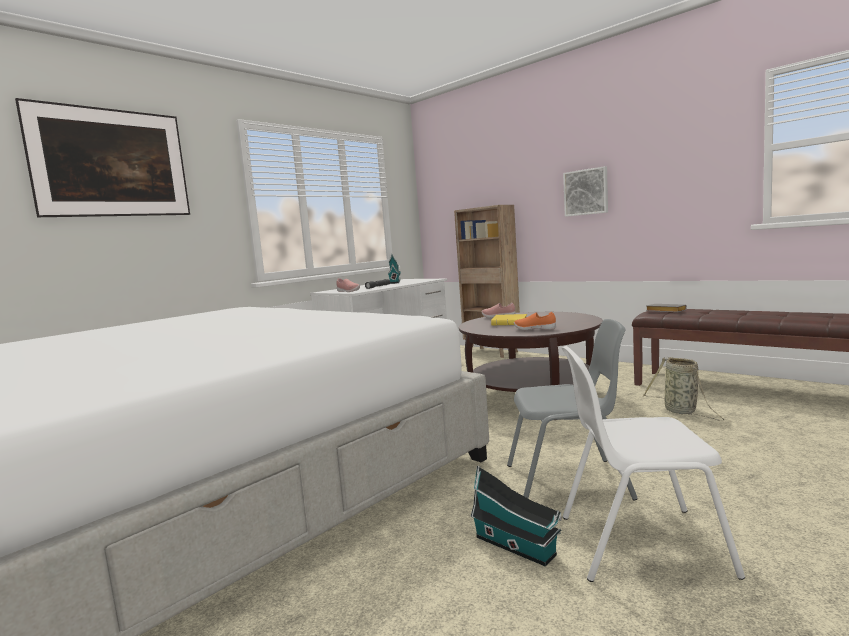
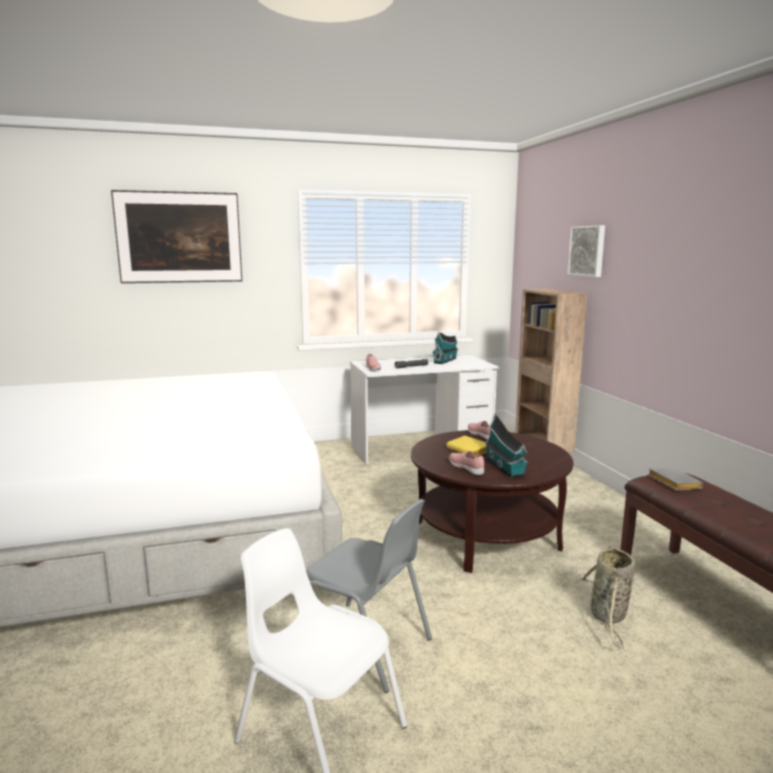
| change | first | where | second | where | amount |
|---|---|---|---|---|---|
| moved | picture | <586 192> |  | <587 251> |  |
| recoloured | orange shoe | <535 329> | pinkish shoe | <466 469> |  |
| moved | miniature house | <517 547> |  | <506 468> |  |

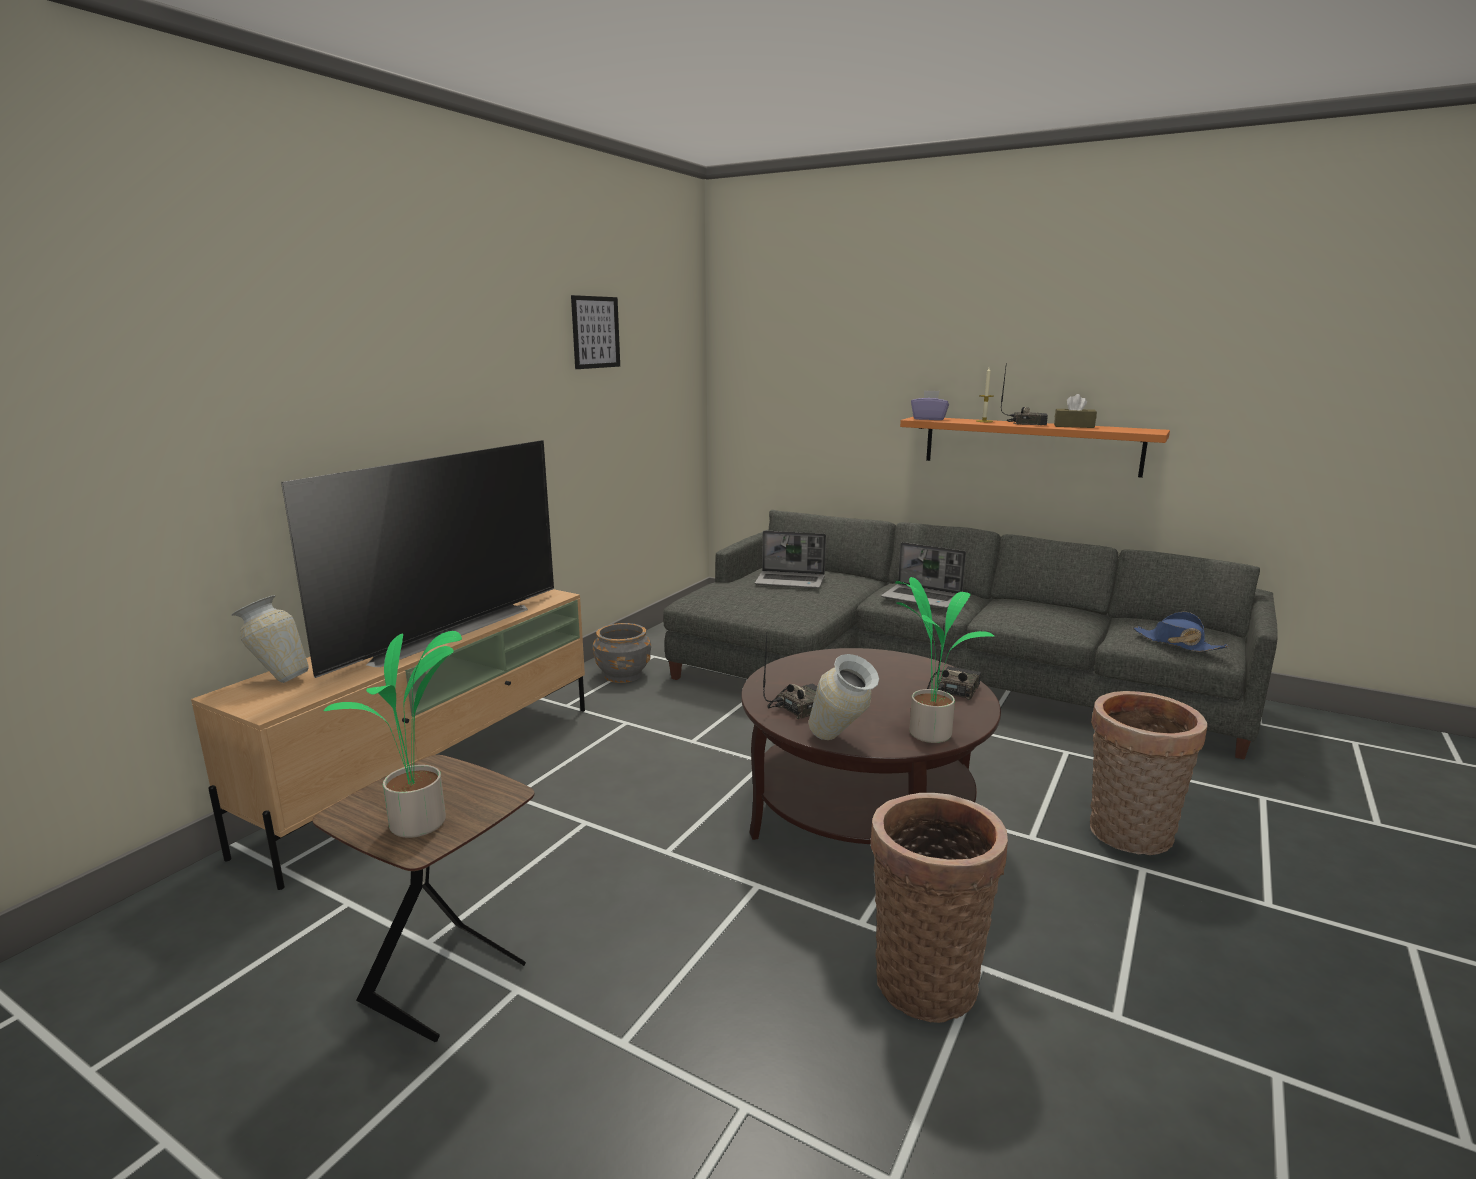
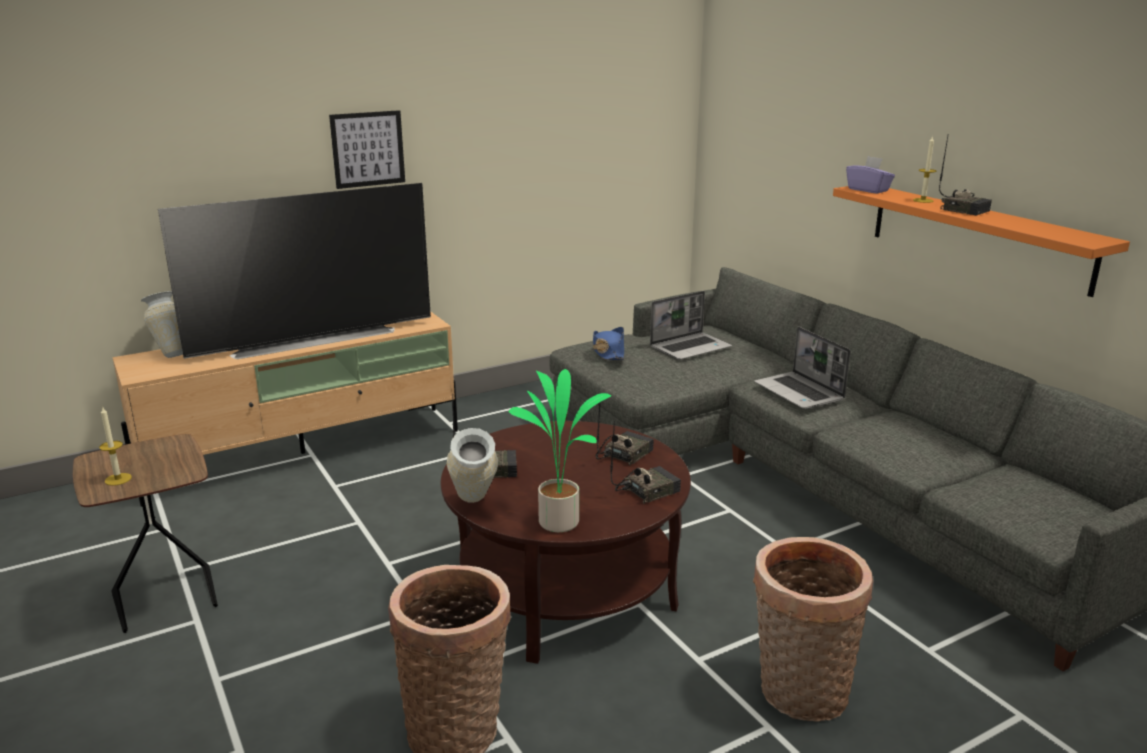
| change | first | where | second | where | amount |
|---|---|---|---|---|---|
| moved | picture | <595 332> |  | <368 149> |  |
| removed | brownish tissue box | <1074 426> |  |  |  |
| turned | laptop | <791 581> |  | <690 347> | 75 degrees counterclockwise |
| moved | bluish wearable hat | <1177 643> |  | <608 352> |  |
| removed | greyish flower pot | <623 675> |  |  |  |
| replaced | potted plant | <420 825> | candle | <118 479> |  |
| added |  |  | radio receiver | <624 454> |  |

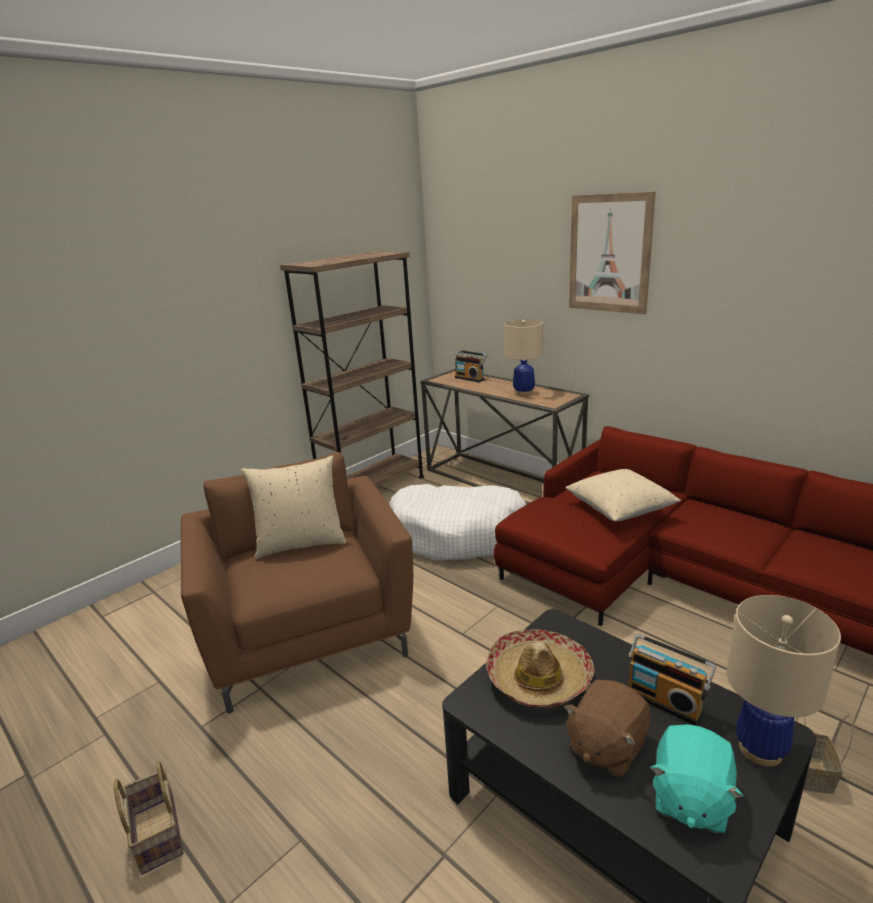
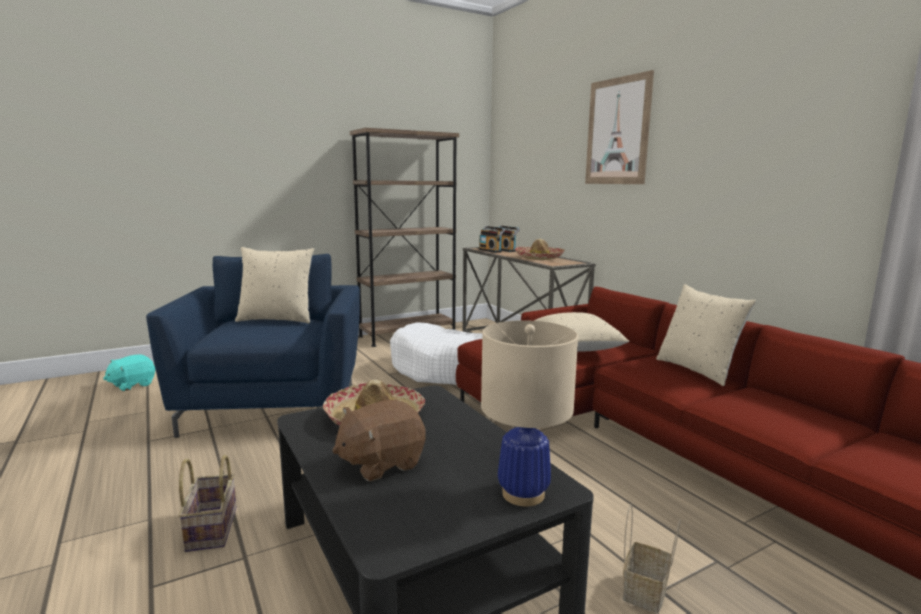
| change | first | where | second | where | amount |
|---|---|---|---|---|---|
| replaced | beige table lamp | <524 392> | wearable hat | <539 258> |  |
| recoloured | brownish armchair | <309 637> | bluish armchair | <275 408> |  |
| moved | radio receiver | <665 700> |  | <491 251> |  |
| moved | turquoise-coloured plush toy | <690 798> |  | <132 385> |  |
| moved | household basket | <156 833> |  | <211 527> |  |
| added |  |  | beige throw pillow | <698 370> |  |

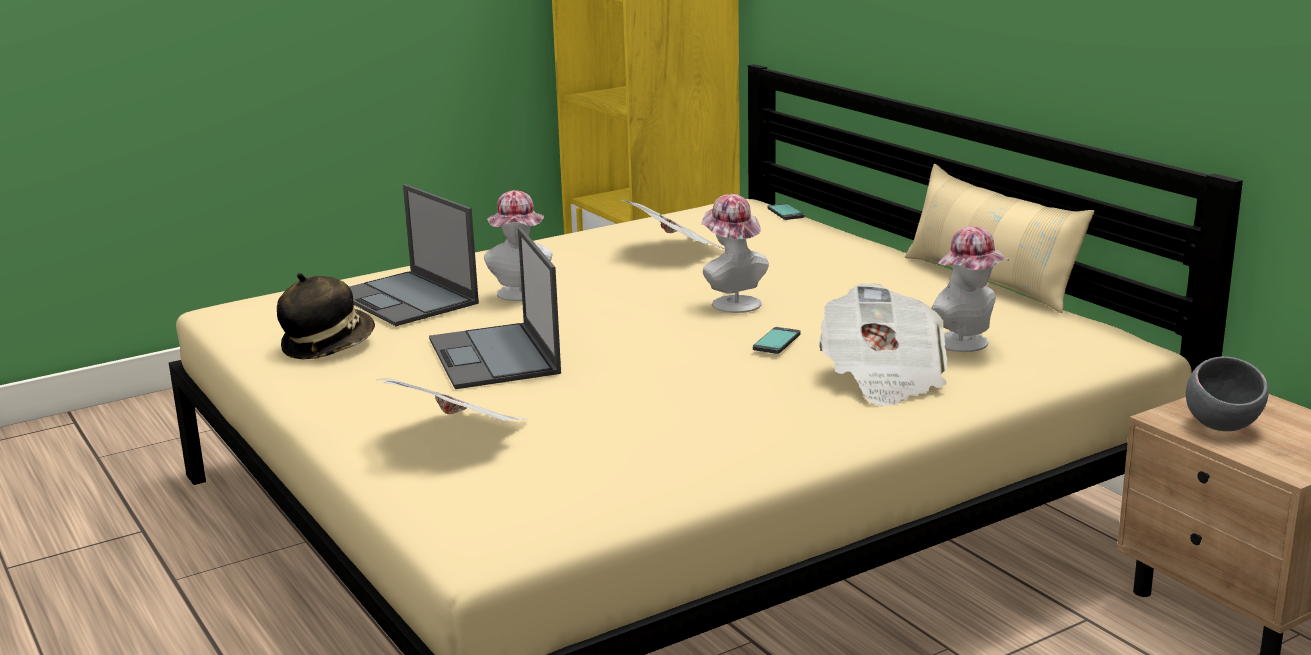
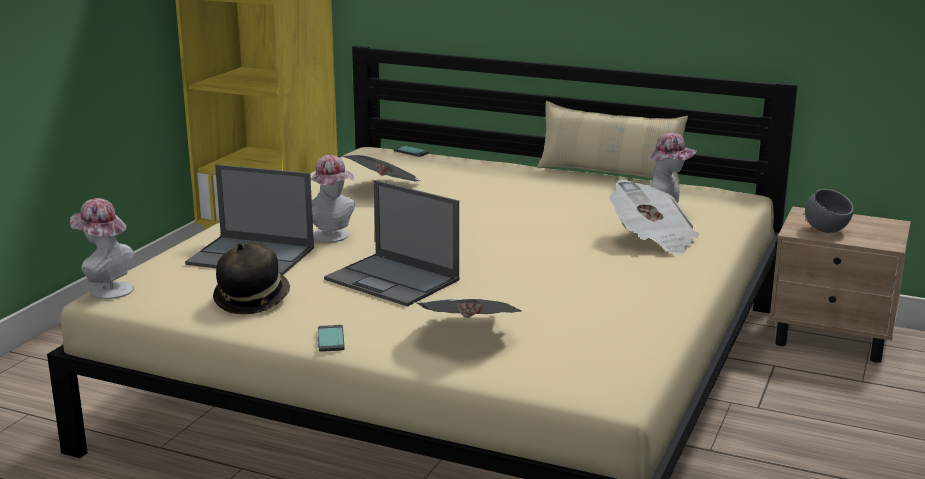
| change | first | where | second | where | amount |
|---|---|---|---|---|---|
| moved | wearable hat | <732 302> |  | <106 289> |  |
| moved | telephone | <776 342> |  | <330 339> |  |

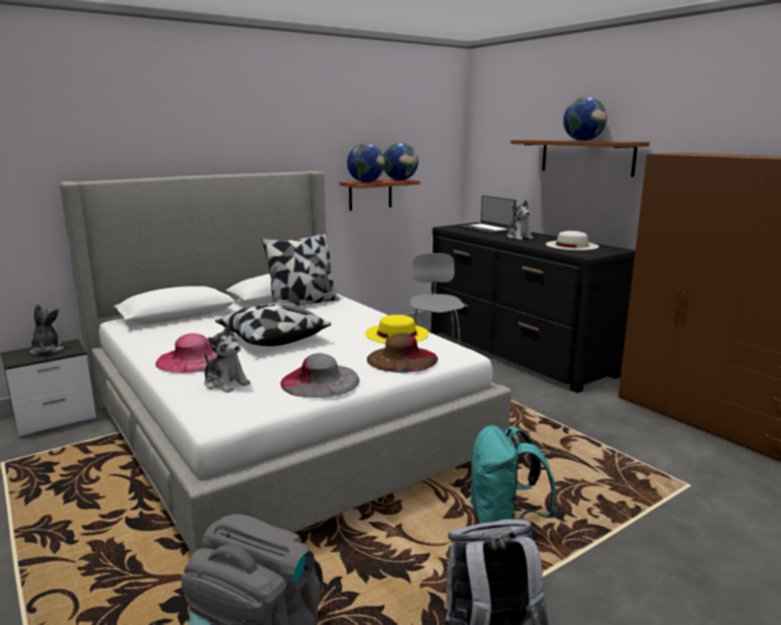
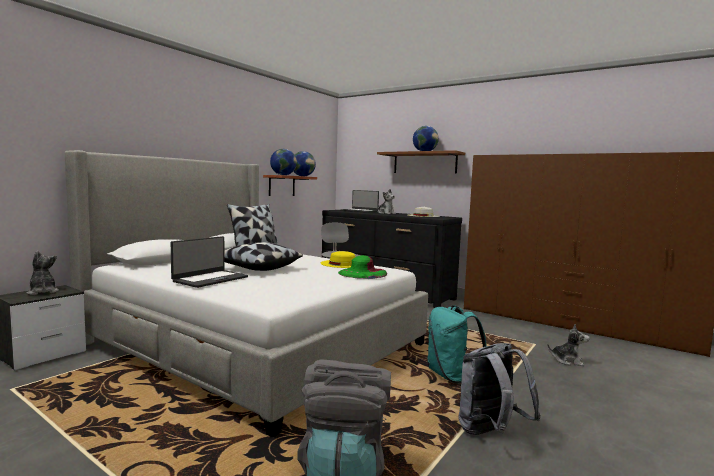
| change | first | where | second | where | amount |
|---|---|---|---|---|---|
| moved | plush toy | <226 383> |  | <567 361> |  |
| replaced | pinkish wearable hat | <193 359> | laptop | <210 279> |  |
| recoloured | brownish wearable hat | <402 359> | greenish wearable hat | <362 273> |  |
| removed | greyish wearable hat | <320 381> |  |  |  |

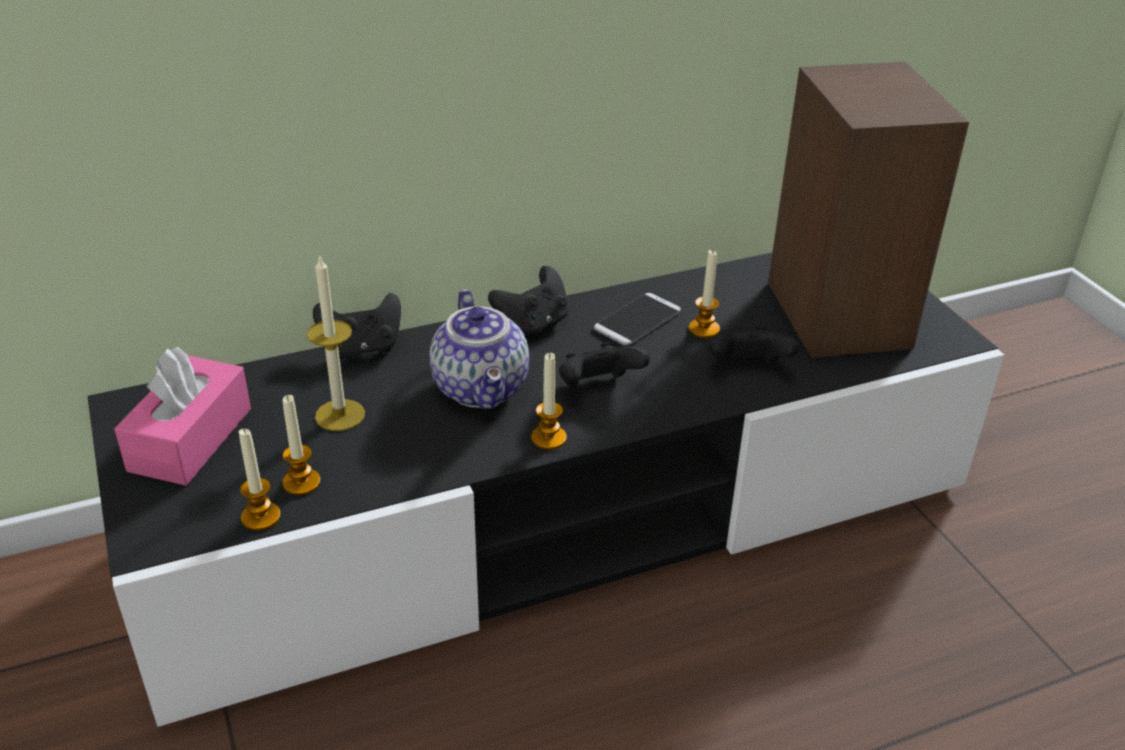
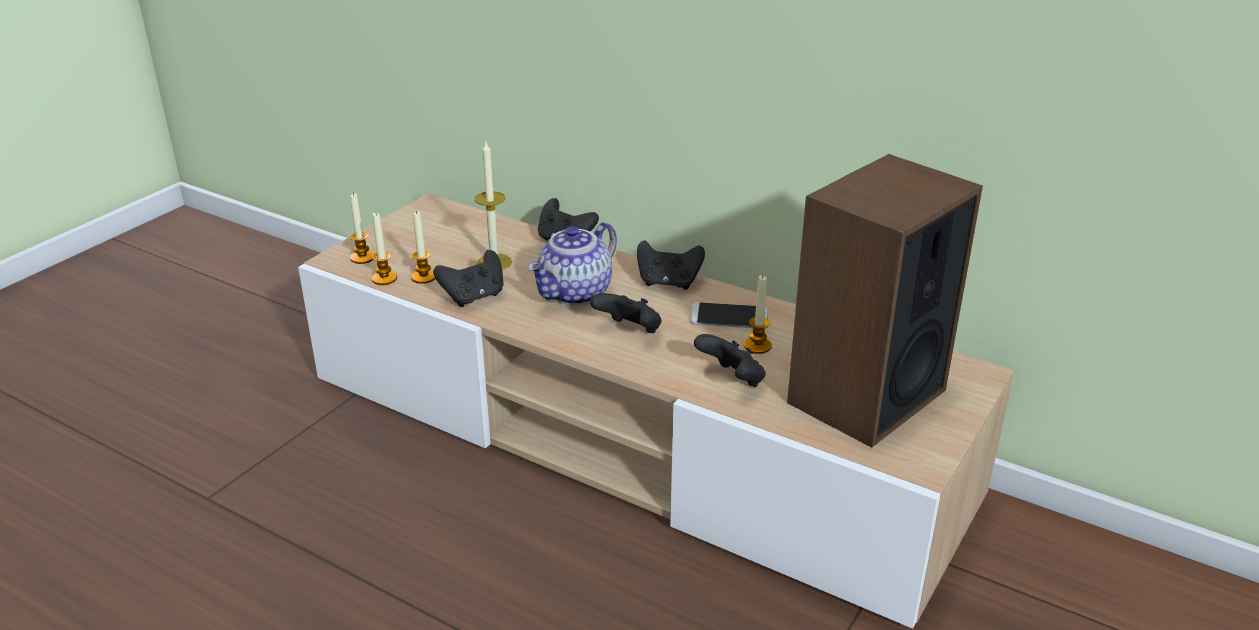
| change | first | where | second | where | amount |
|---|---|---|---|---|---|
| recoloured | black media console | <559 515> | beige media console | <629 438> |  |
| removed | pinkish tissue box | <191 439> |  |  |  |
| moved | candle | <548 438> |  | <362 258> |  |
| added |  |  | black joypad | <474 297> |  |

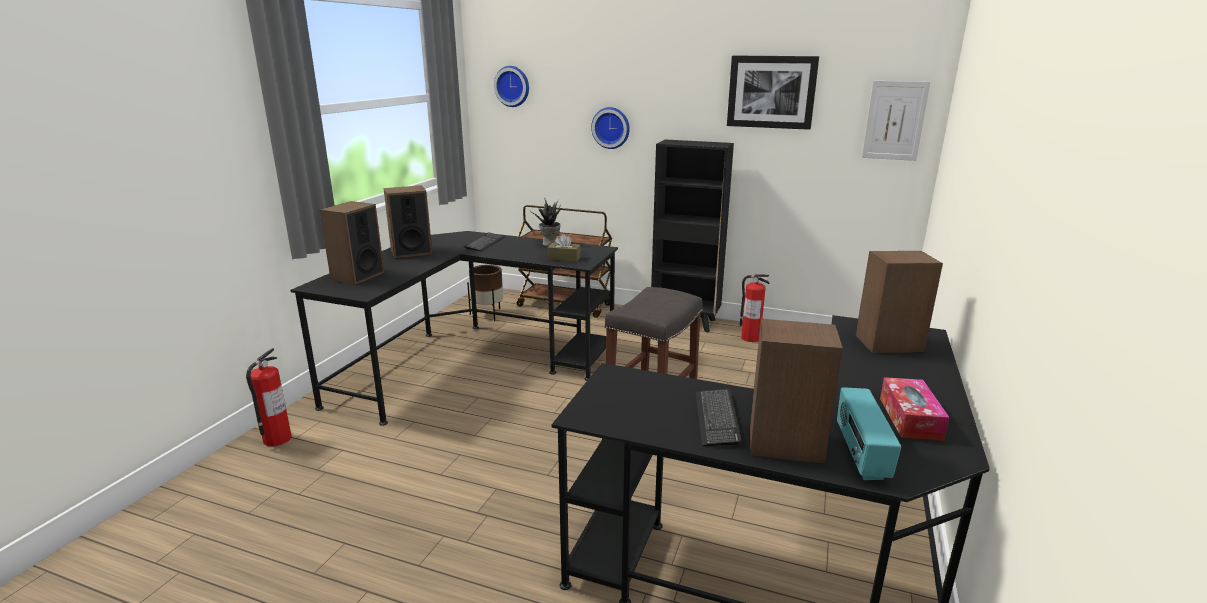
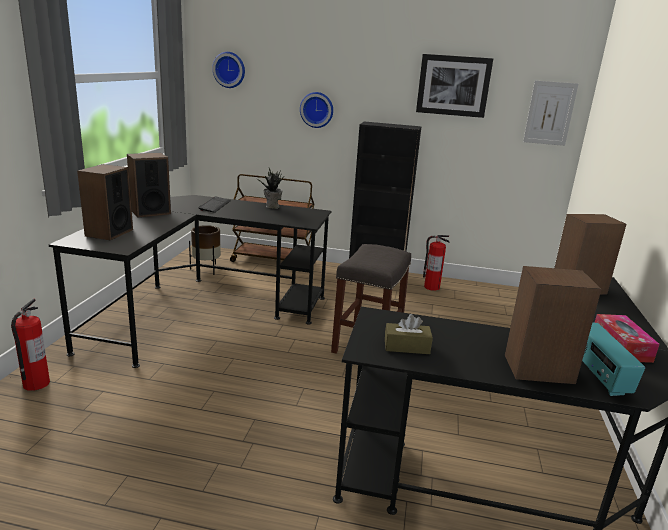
| change | first | where | second | where | amount |
|---|---|---|---|---|---|
| moved | brownish tissue box | <564 258> |  | <406 346> |  |
| removed | computer keyboard | <716 418> |  |  |  |

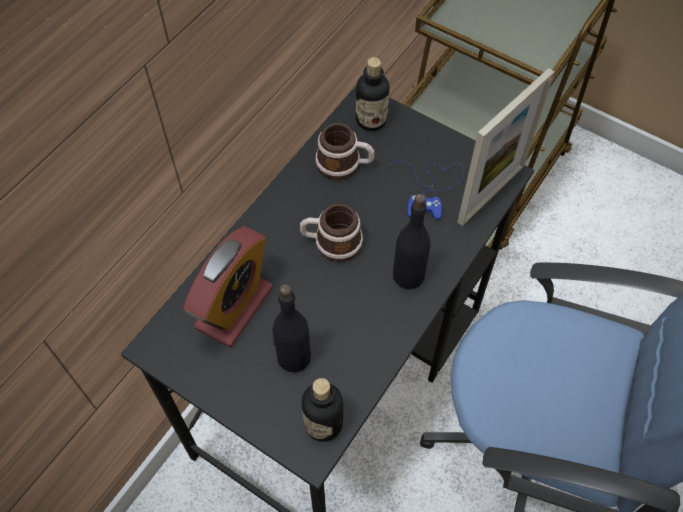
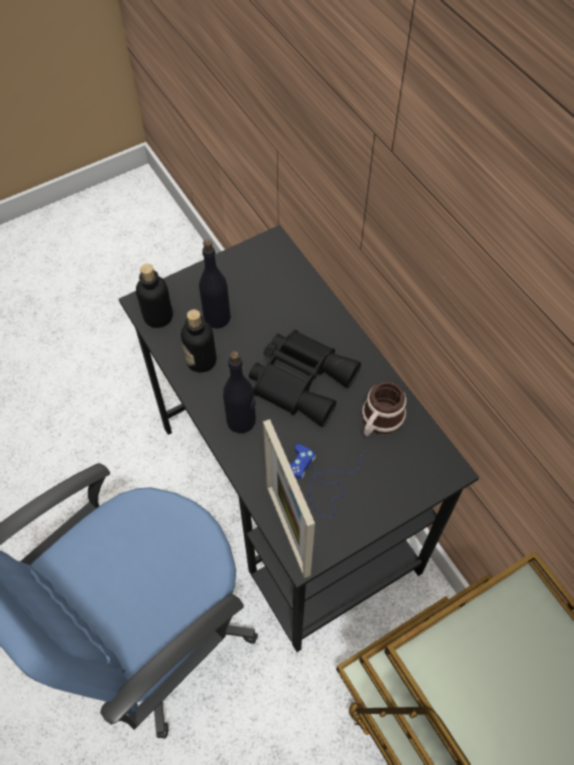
| change | first | where | second | where | amount |
|---|---|---|---|---|---|
| moved | bottle | <371 120> |  | <201 360> |  |
| replaced | tea mug | <331 242> | black binoculars | <302 379> |  |
| removed | table clock | <234 307> |  |  |  |

